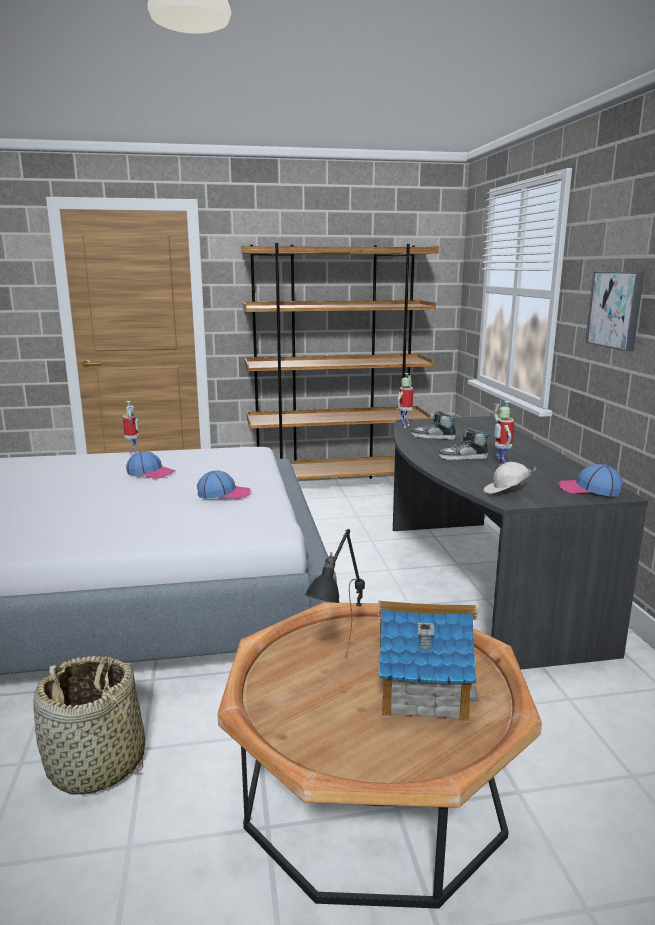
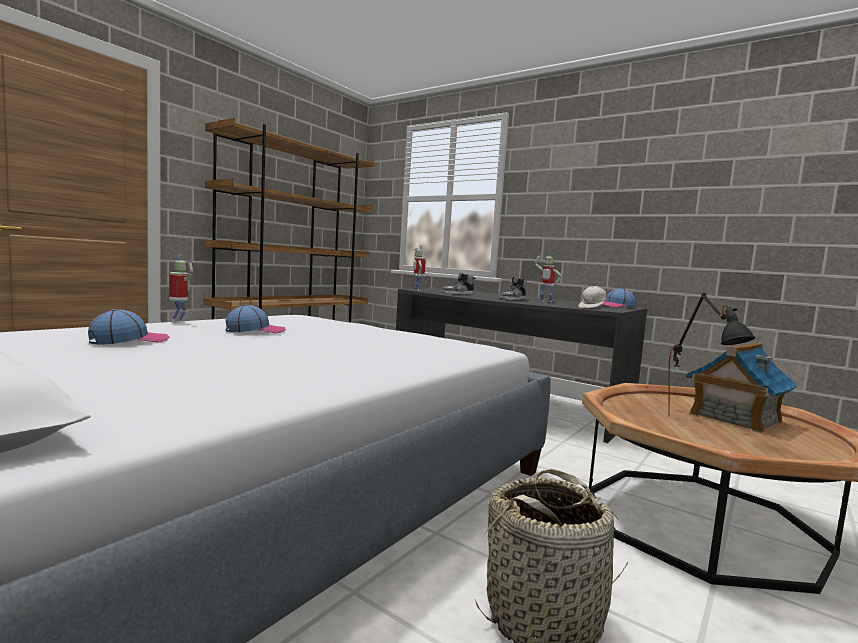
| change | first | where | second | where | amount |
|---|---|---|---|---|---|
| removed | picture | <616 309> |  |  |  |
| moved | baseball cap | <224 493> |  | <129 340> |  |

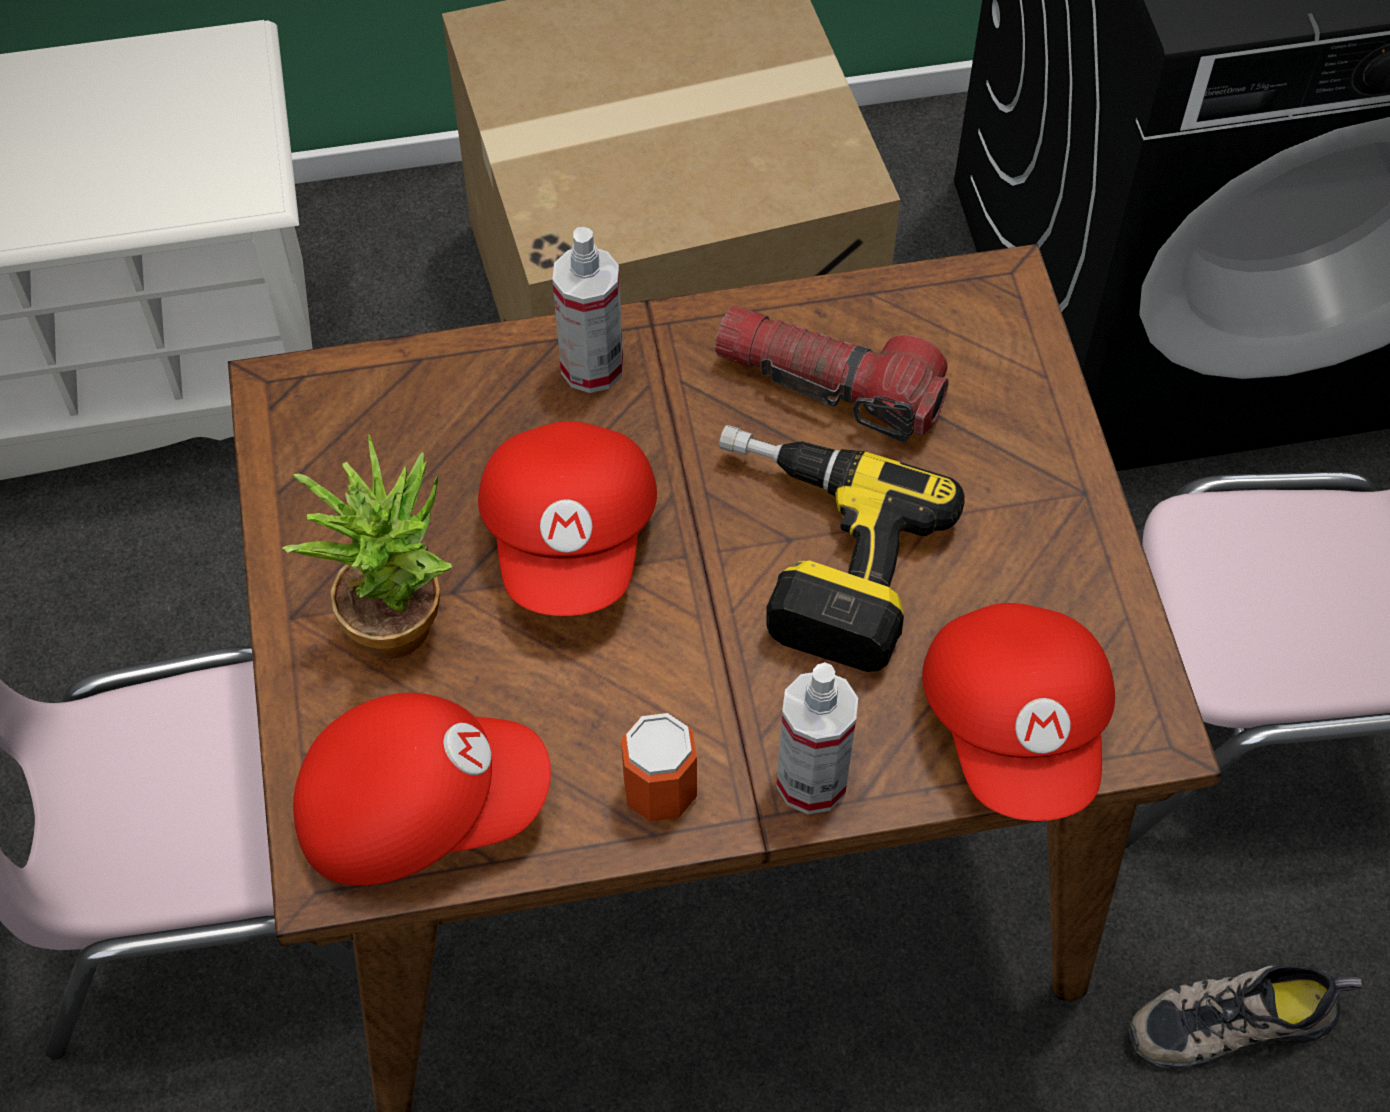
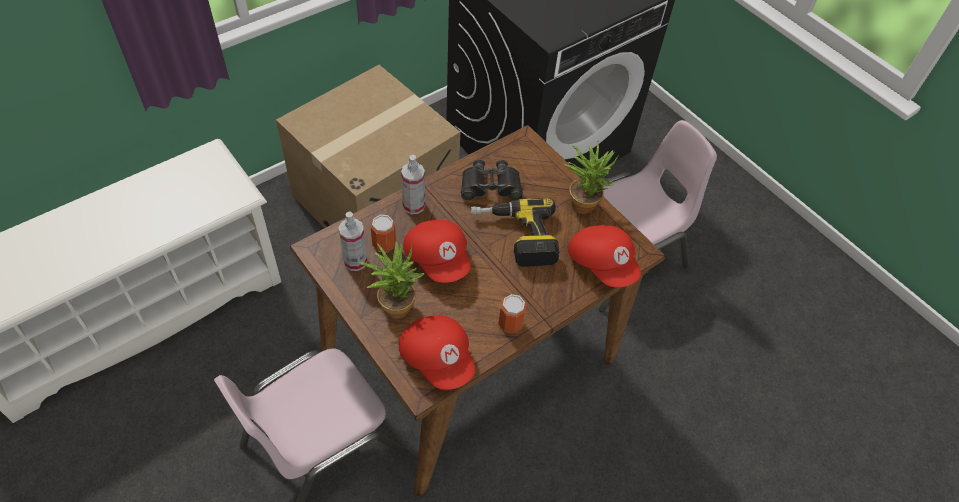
| change | first | where | second | where | amount |
|---|---|---|---|---|---|
| replaced | hand torch | <829 385> | black binoculars | <490 186> |  |
| moved | sprayer | <811 781> |  | <355 261> |  |
| turned | red-coloured baseball cap | <419 806> |  | <438 358> | 90 degrees clockwise |
| removed | shoe | <1231 1018> |  |  |  |
| added |  |  | potted plant | <584 201> |  |
| added |  |  | can | <384 244> |  |

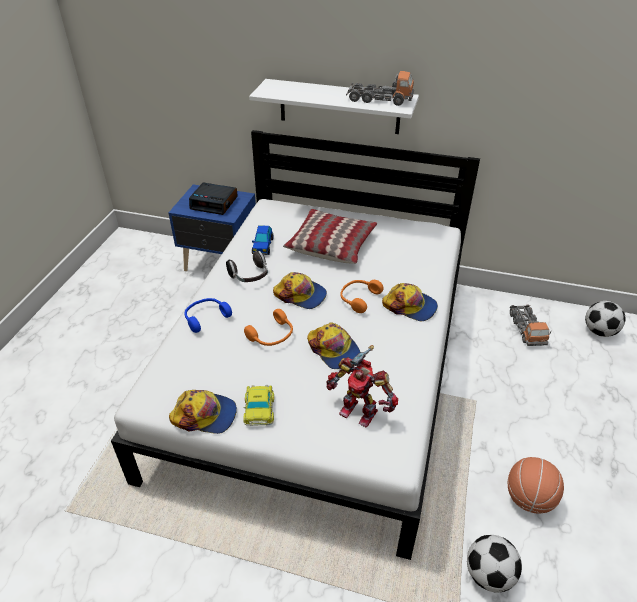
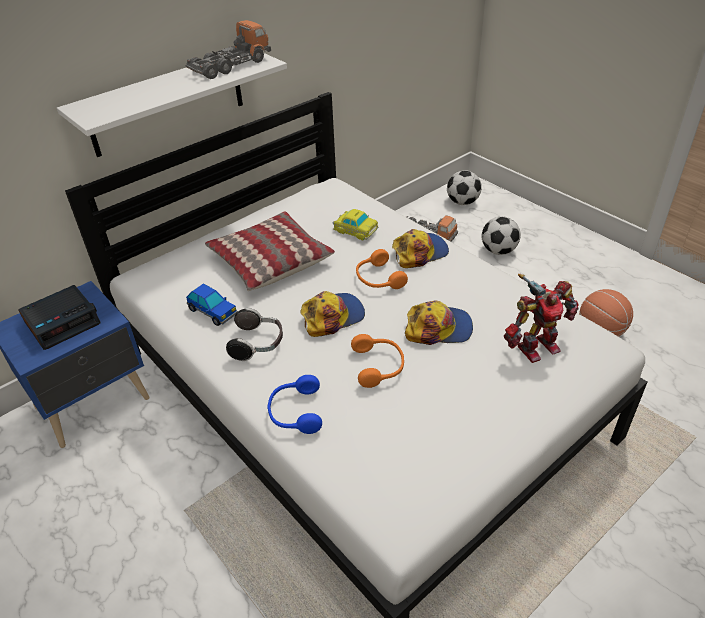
| change | first | where | second | where | amount |
|---|---|---|---|---|---|
| moved | miniature car | <259 408> |  | <355 229> |  |
| removed | baseball cap | <205 415> |  |  |  |
| moved | football ball | <488 574> |  | <498 251> |  |

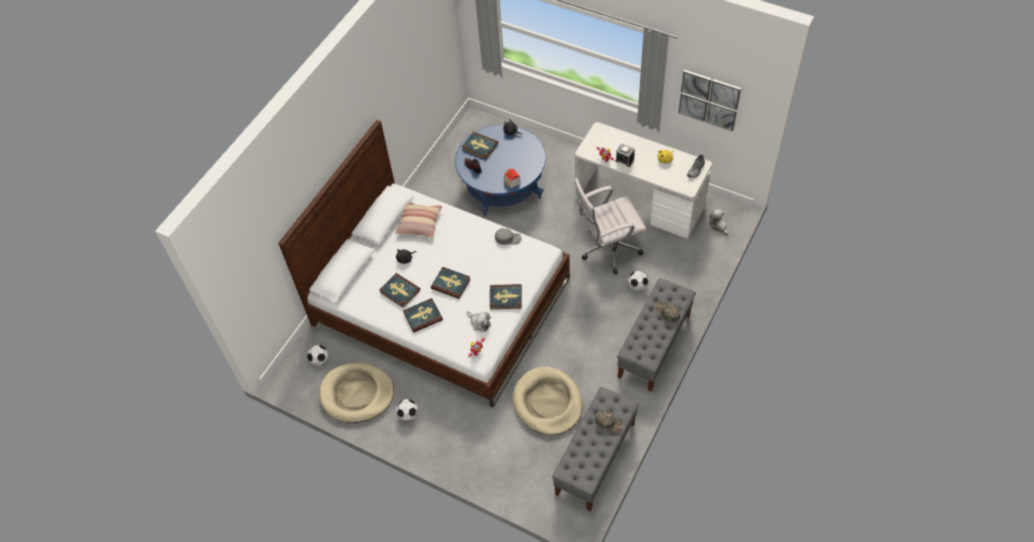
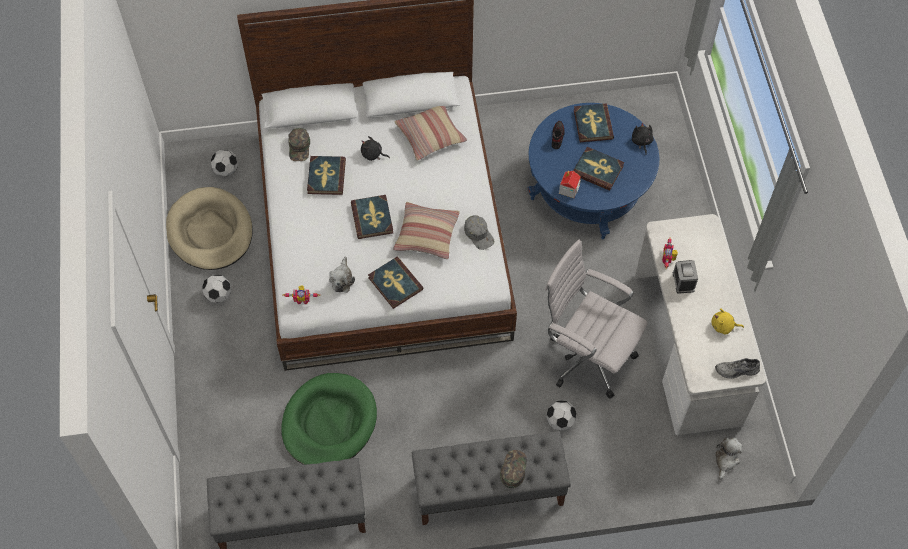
| change | first | where | second | where | amount |
|---|---|---|---|---|---|
| removed | picture | <709 100> |  |  |  |
| moved | book | <423 316> |  | <598 170> |  |
| recoloured | beige dog cushion | <547 403> | greenish dog cushion | <329 422> |  |
| moved | greenish baseball cap | <609 423> |  | <299 147> |  |
| added |  |  | throw pillow | <426 235> |  |

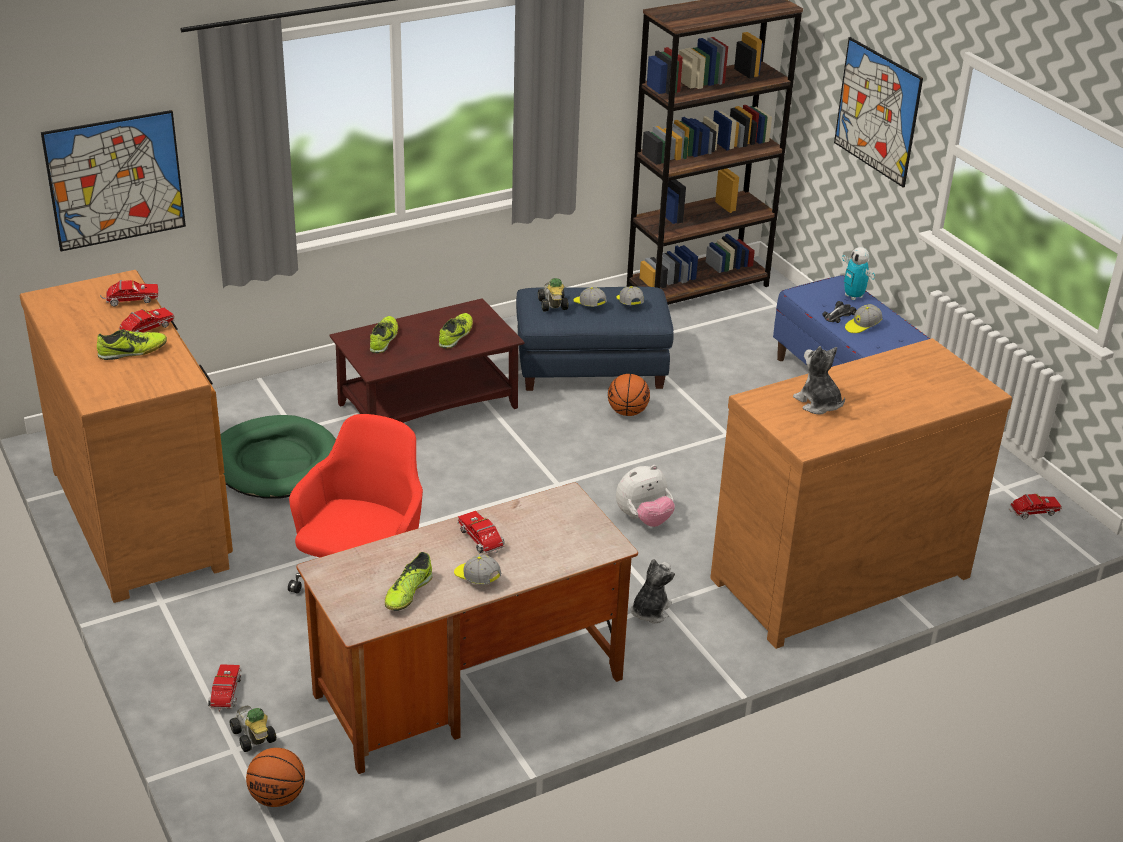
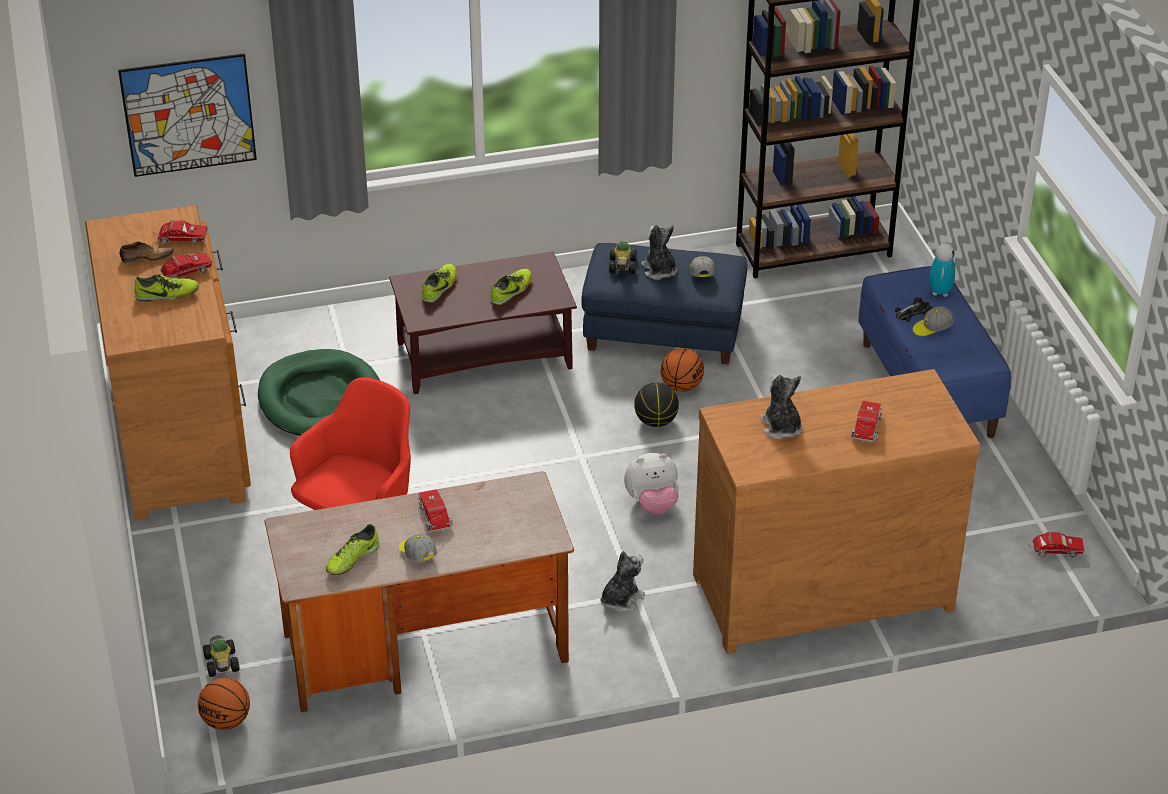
| change | first | where | second | where | amount |
|---|---|---|---|---|---|
| removed | picture | <877 111> |  |  |  |
| turned | robot figure | <853 296> |  | <940 292> | 150 degrees counterclockwise |
| replaced | baseball cap | <589 305> | plush toy | <659 270> |  |
| moved | model truck | <226 695> |  | <866 430> |  |
| added |  |  | shoe | <146 258> |  |
| added |  |  | basketball ball | <655 421> |  |

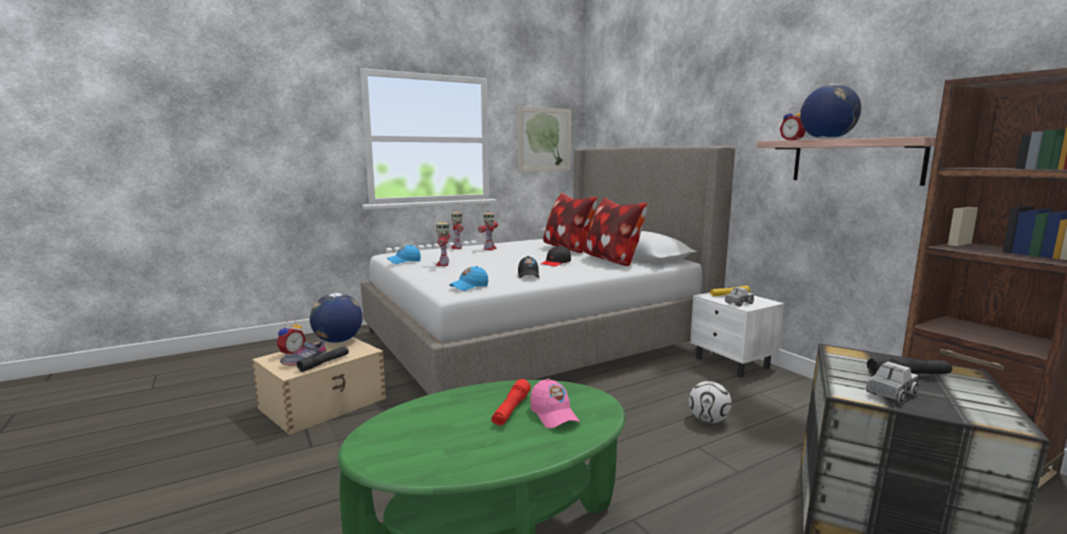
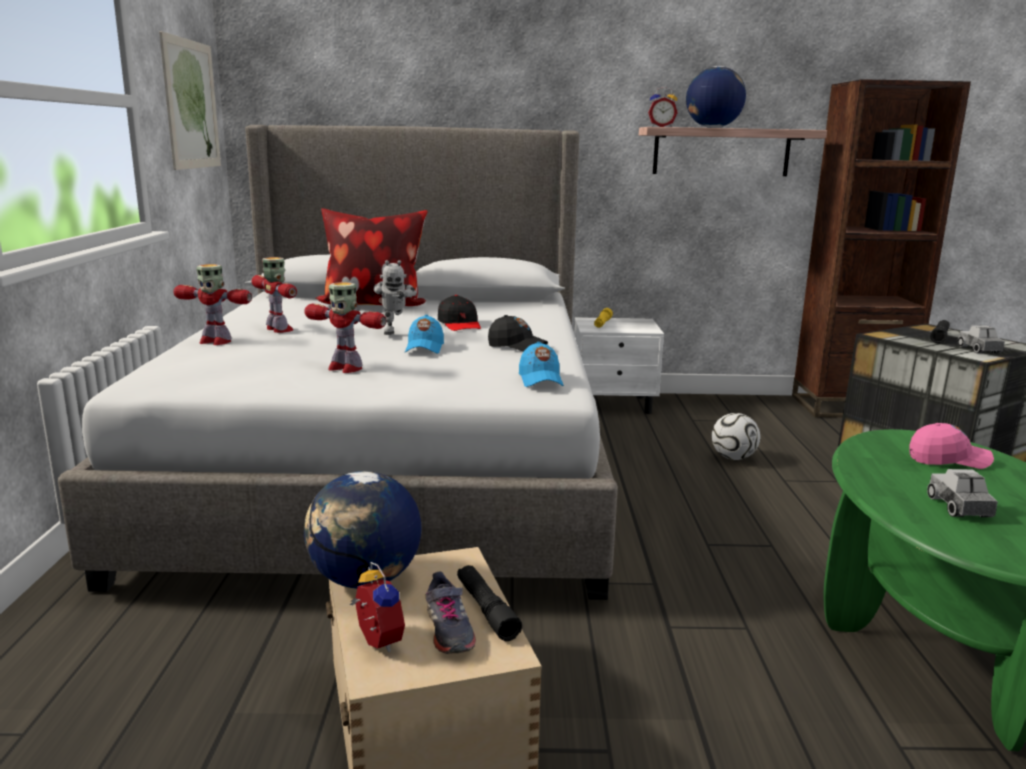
| change | first | where | second | where | amount |
|---|---|---|---|---|---|
| removed | throw pillow | <612 261> |  |  |  |
| moved | bluish baseball cap | <404 261> |  | <424 348> |  |
| moved | model truck | <738 303> |  | <959 507> |  |
| removed | red-coloured hand torch | <511 410> |  |  |  |
| added |  |  | robot figure | <394 331> |  |

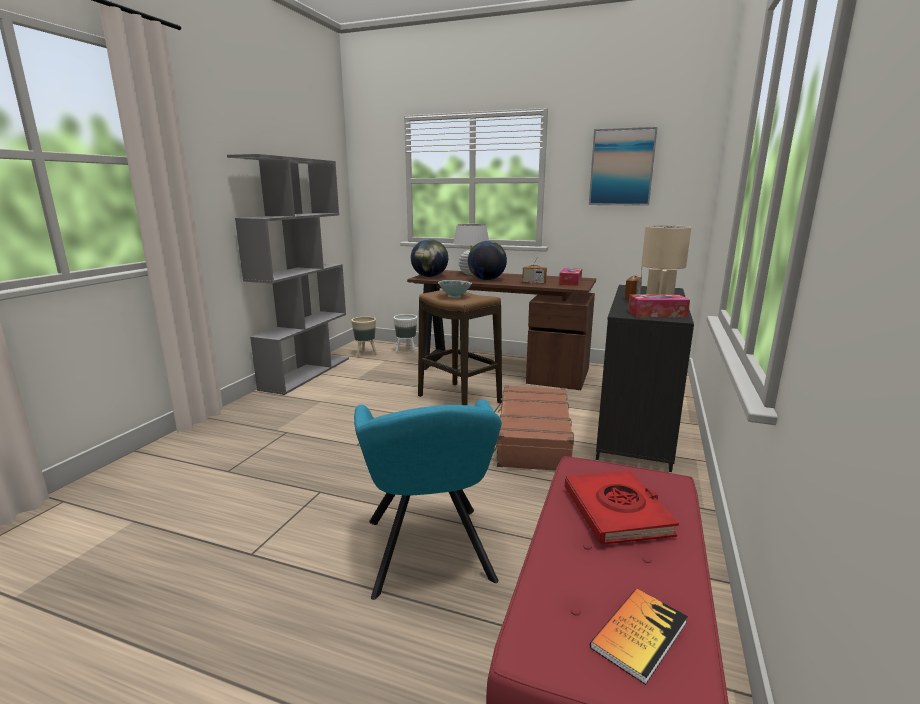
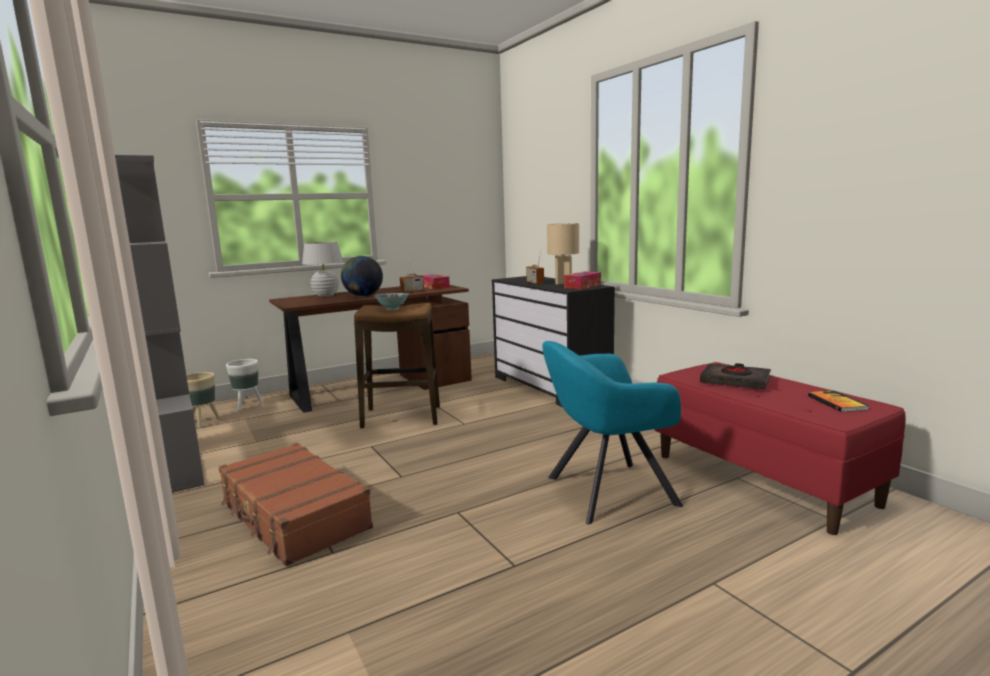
| change | first | where | second | where | amount |
|---|---|---|---|---|---|
| removed | picture | <621 167> |  |  |  |
| removed | world globe | <429 277> |  |  |  |
| moved | brownish piece of luggage | <532 439> |  | <293 516> |  |
| turned | turquoise-coloured armchair | <429 553> |  | <606 492> | 135 degrees clockwise |
| recoloured | red-coloured book | <617 512> | black book | <735 381> |  |

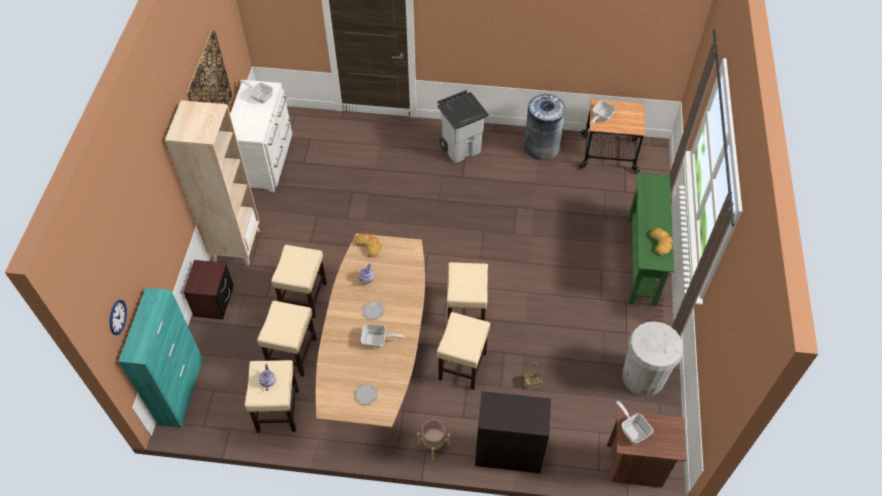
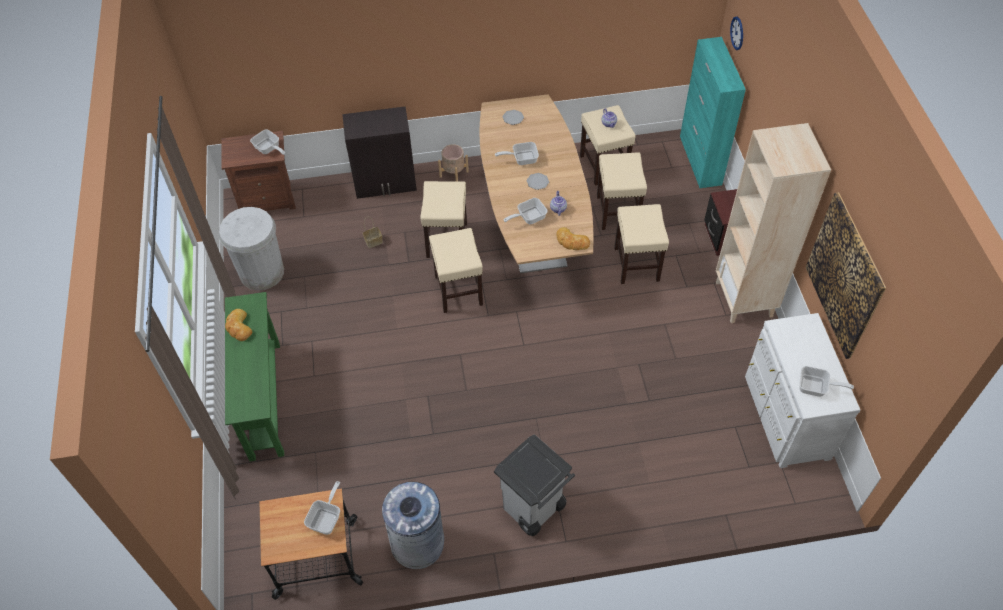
| change | first | where | second | where | amount |
|---|---|---|---|---|---|
| added |  |  | pan | <528 217> |  |

